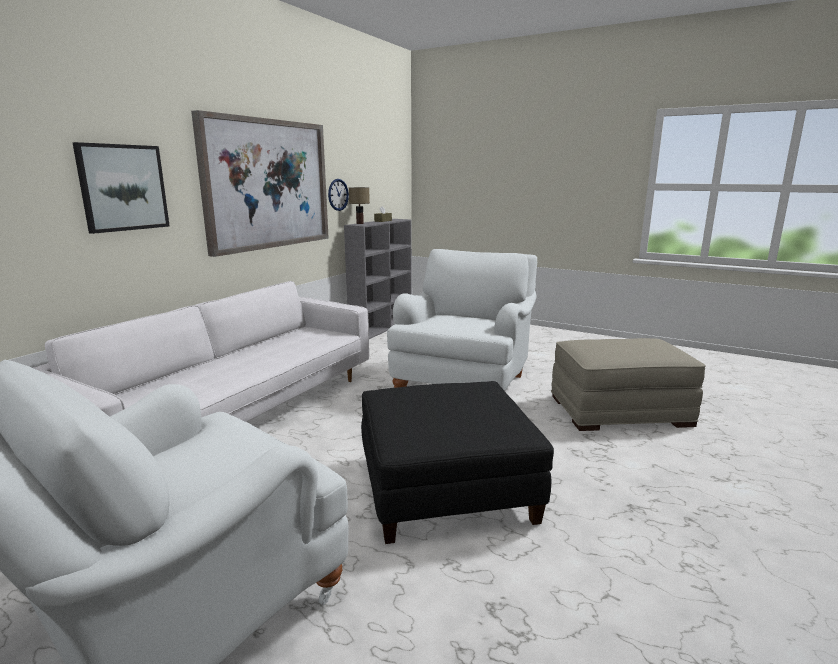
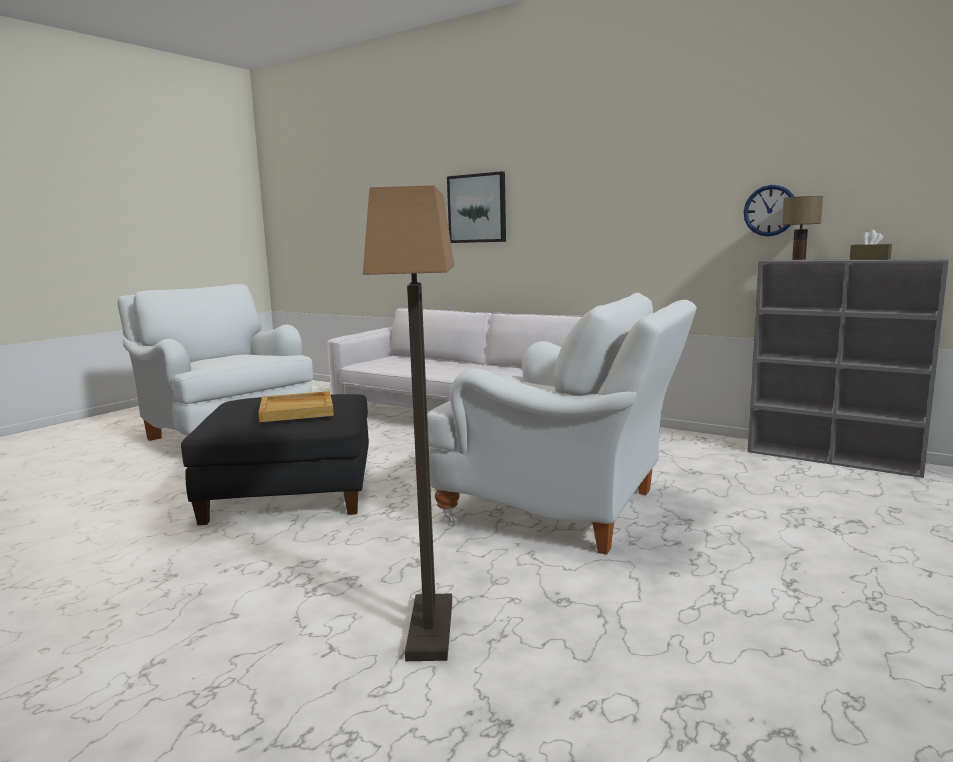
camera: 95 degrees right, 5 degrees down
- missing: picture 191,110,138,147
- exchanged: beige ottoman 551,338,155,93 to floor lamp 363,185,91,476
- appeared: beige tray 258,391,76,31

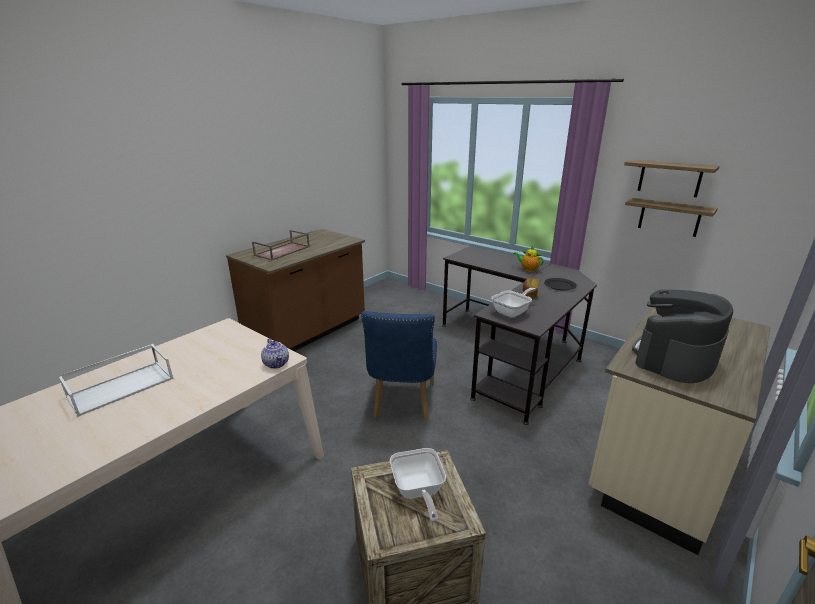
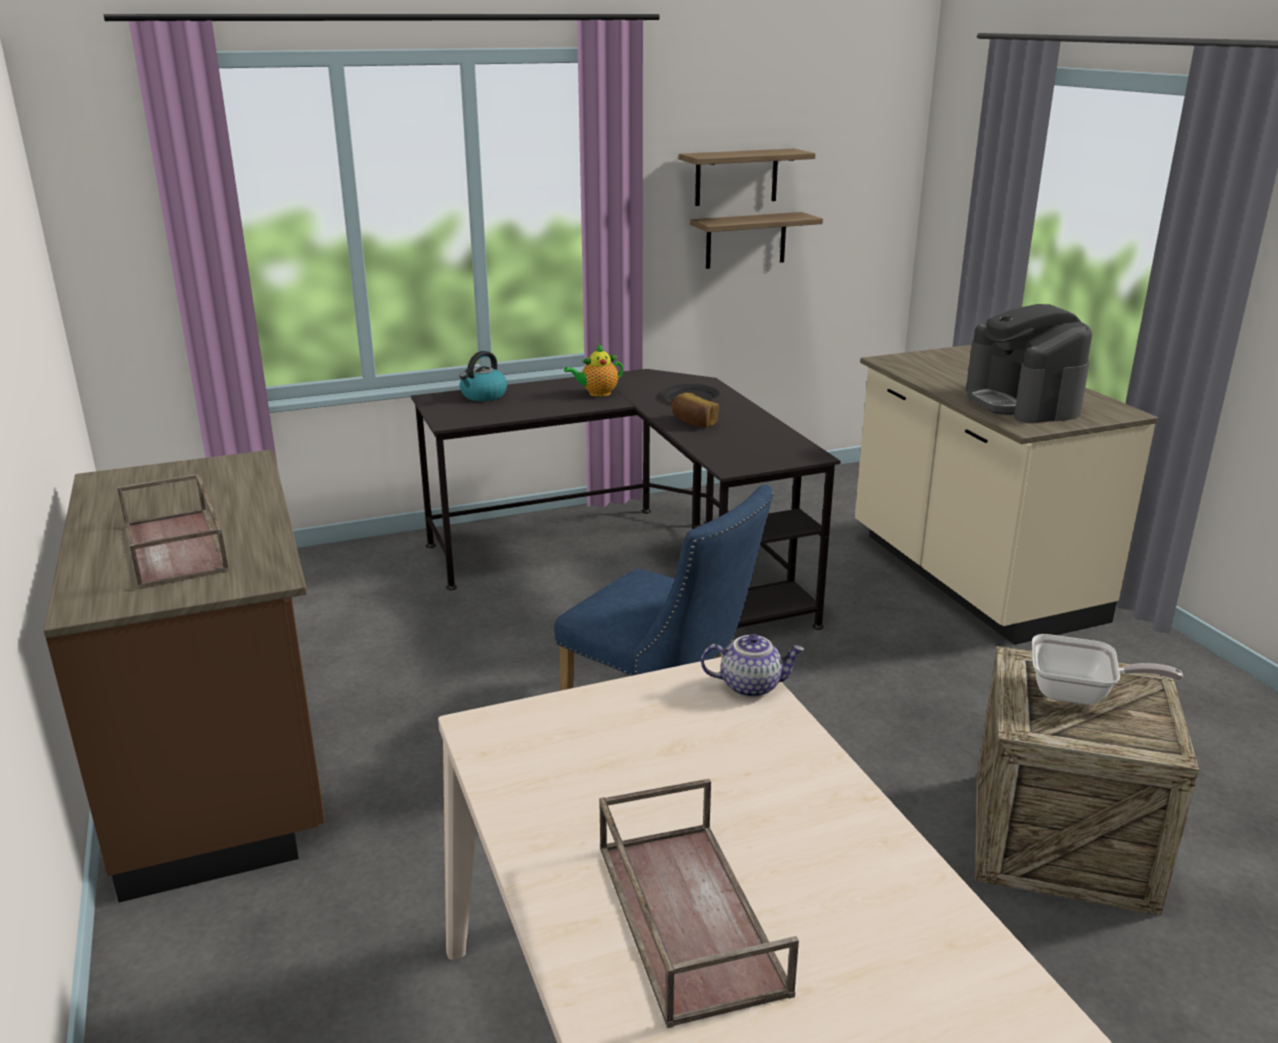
camera: 60 degrees left, 0 degrees up
- colour: white tray 58,344,116,73 to brown tray 599,779,200,249
- missing: frying pan 491,288,45,30
- appeared: kettle 459,351,48,50

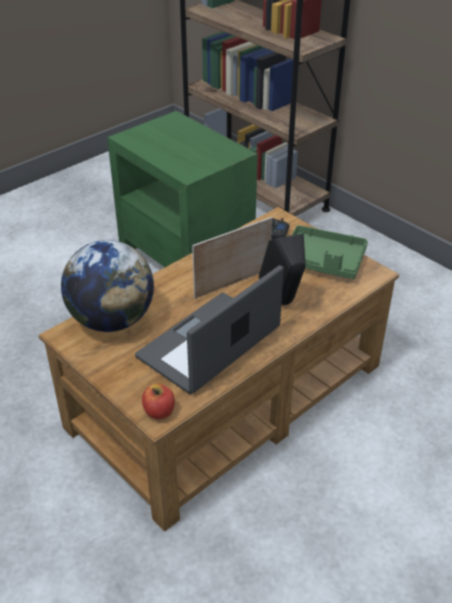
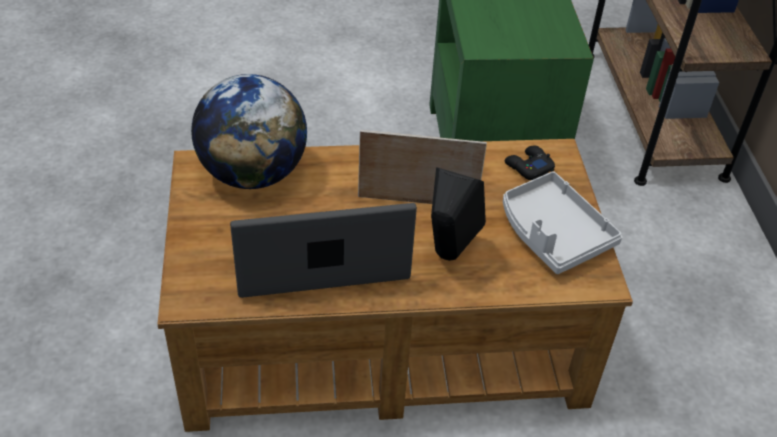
camera: 35 degrees right, 5 degrees up
- missing: apple 142,384,33,35
- colour: green tray 292,225,76,54 to grey tray 503,171,119,103

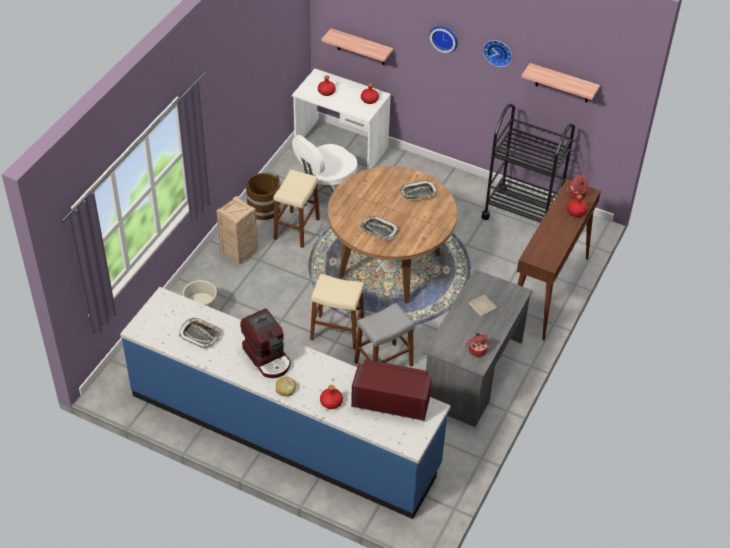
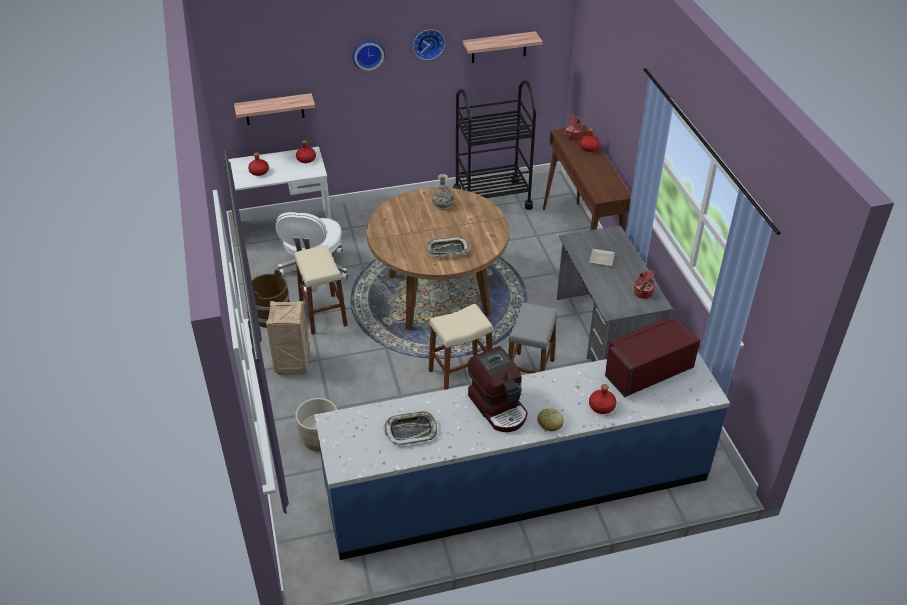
camera: 40 degrees left, 5 degrees down
- spun: coffee machine 240,308,51,70 = 468,346,60,86 45 degrees clockwise
- exchanged: tray 400,180,38,21 to vase 432,174,22,36

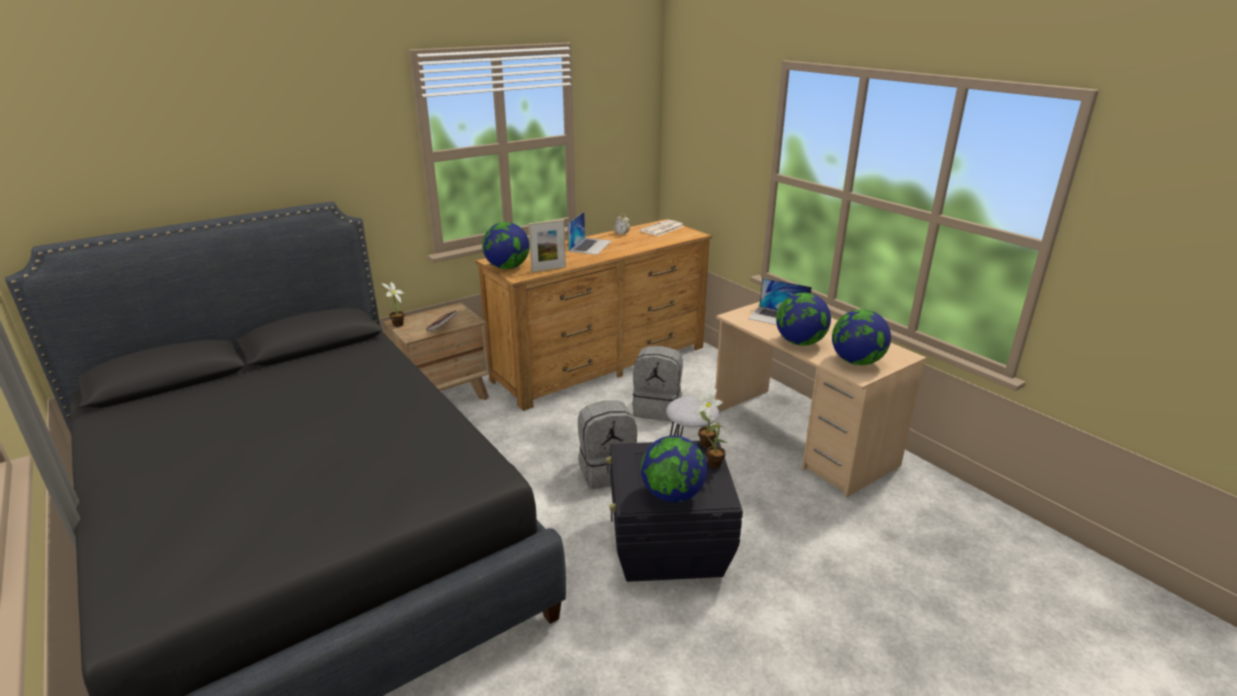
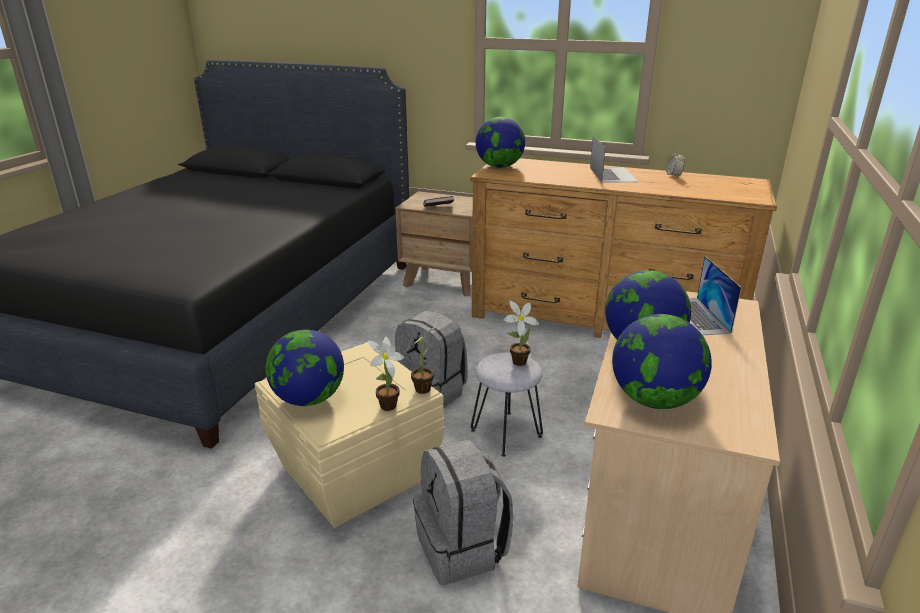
camera: 55 degrees right, 0 degrees up
- relocated: potted plant 382,282,23,45 to 503,301,36,65
- missing: picture frame 528,219,38,54
- spun: laptop 568,212,44,43 = 590,135,48,48 75 degrees counterclockwise
- colour: black storage box 606,440,137,142 to beige storage box 255,342,189,186
- relocated: grey backpack 632,346,51,75 to 413,440,101,145
- missing: newspaper 640,220,44,16

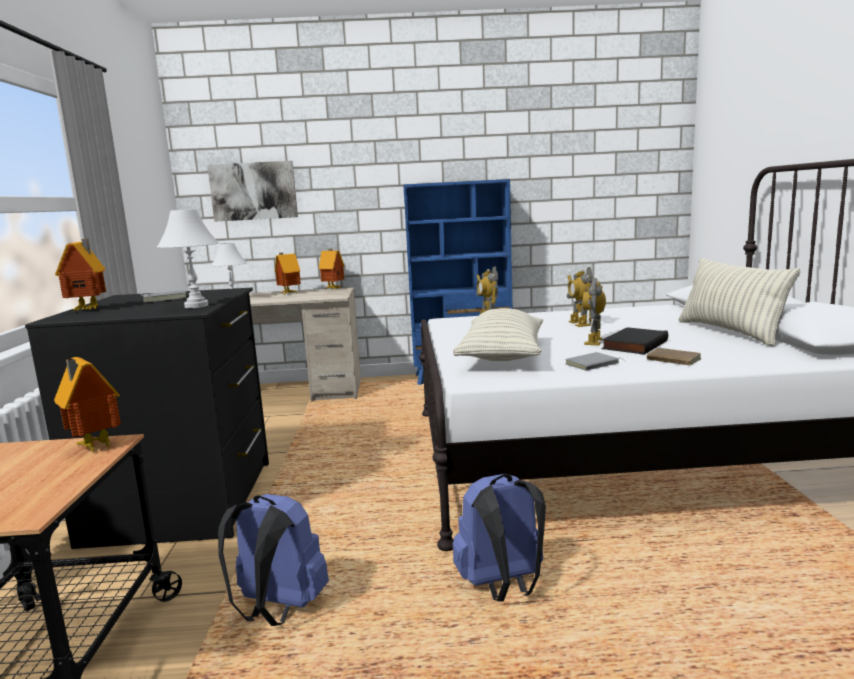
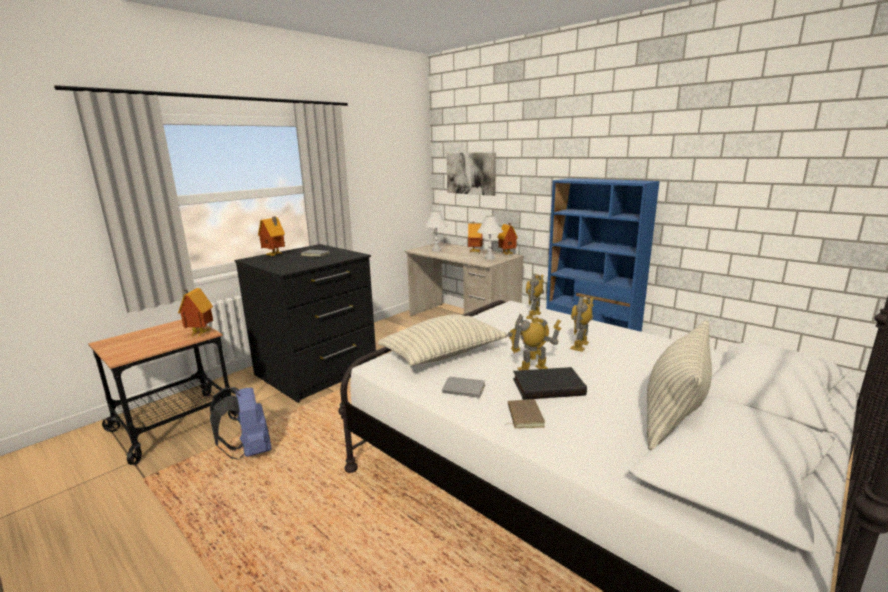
camera: 45 degrees right, 5 degrees up
- relocated: white table lamp 157,209,62,99 to 477,216,26,44
- missing: blue backpack 453,474,93,128

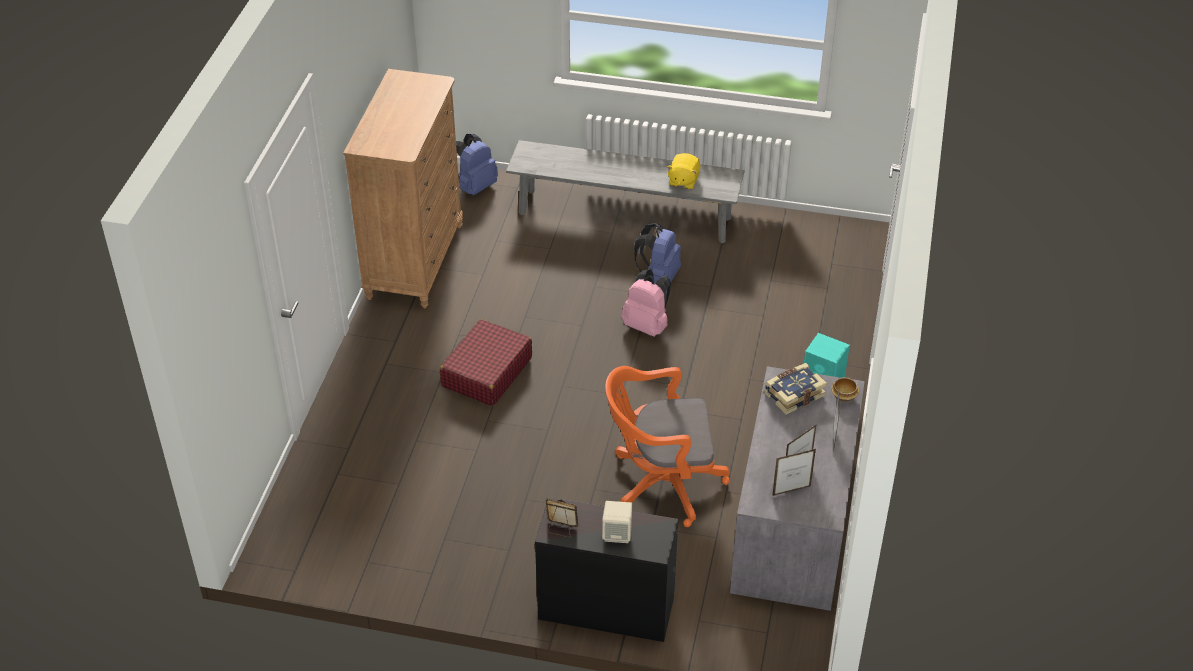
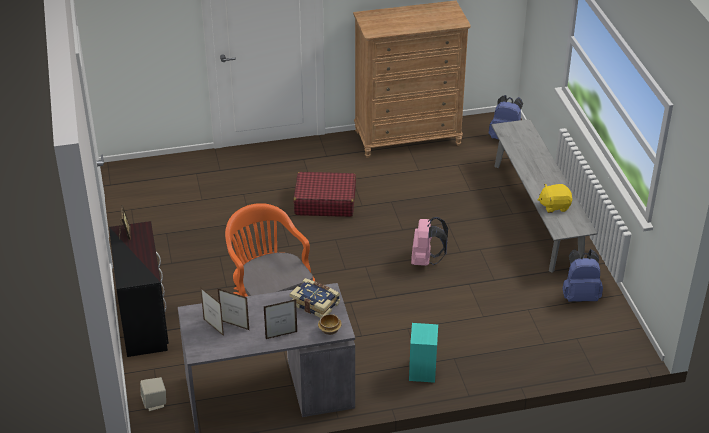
camera: 65 degrees right, 5 degrees down
- relocated: beige speaker 602,501,30,42 to 140,377,26,34
- relocated: blue backpack 634,223,47,61 to 562,249,41,53

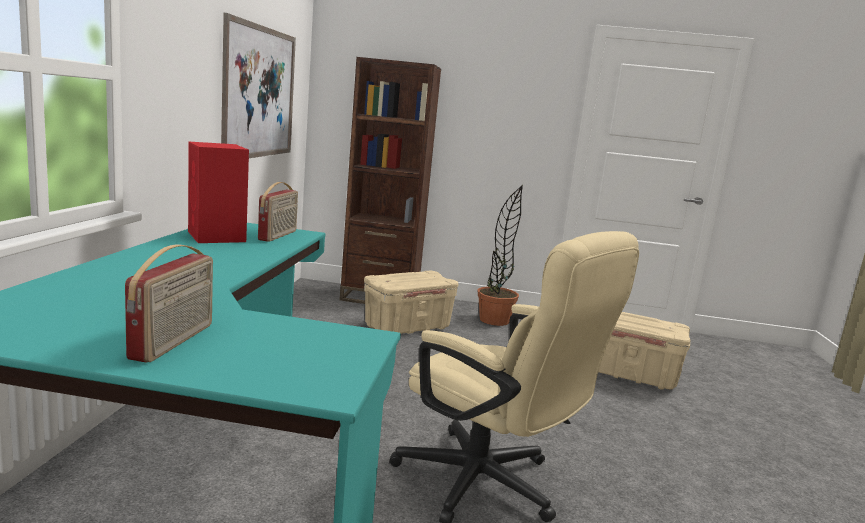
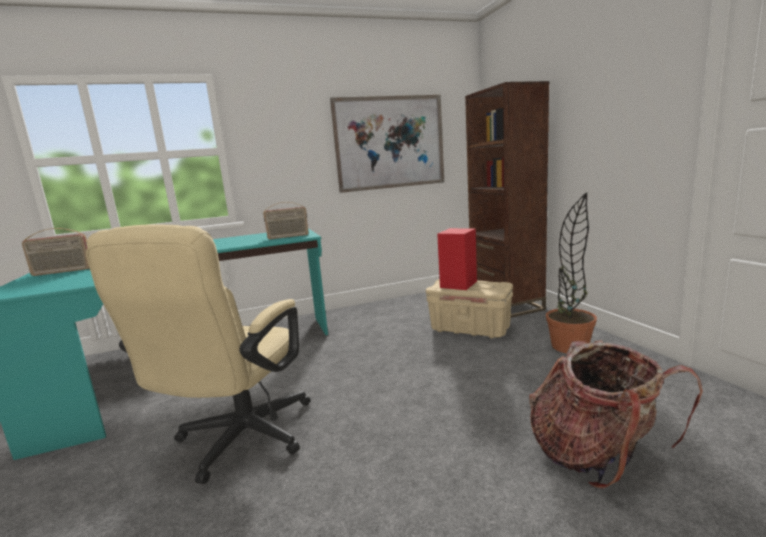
camera: 65 degrees right, 0 degrees up
- relocated: red speaker 188,142,61,101 to 437,228,40,62
- exchanged: beige storage box 598,312,92,78 to backpack 529,340,174,149

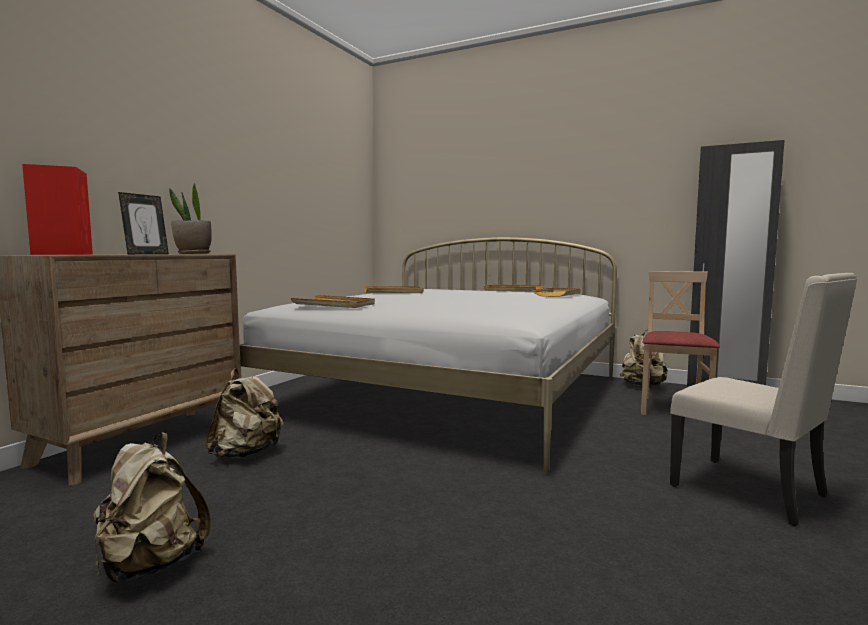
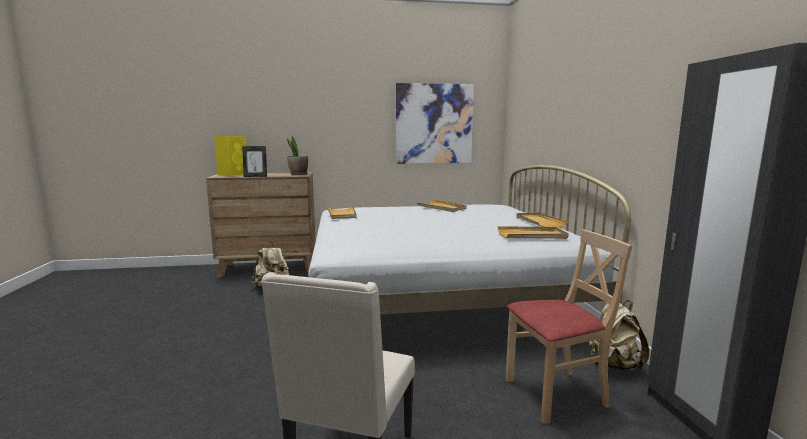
camera: 55 degrees right, 5 degrees up
- colour: red speaker 22,164,71,91 to yellow speaker 214,136,32,40
- missing: beige backpack 93,432,118,151
- appeared: picture 396,83,78,81

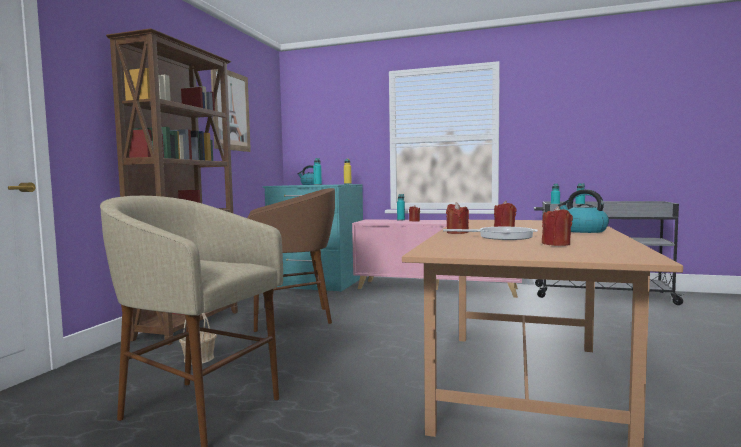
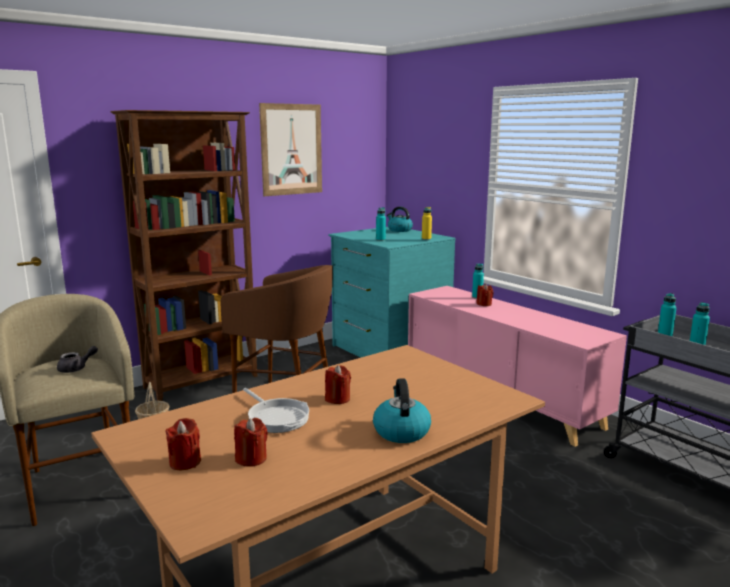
camera: 35 degrees right, 10 degrees up
- relocated: red candle 446,202,23,32 to 166,418,35,52
- appeared: grey teapot 57,346,41,27

